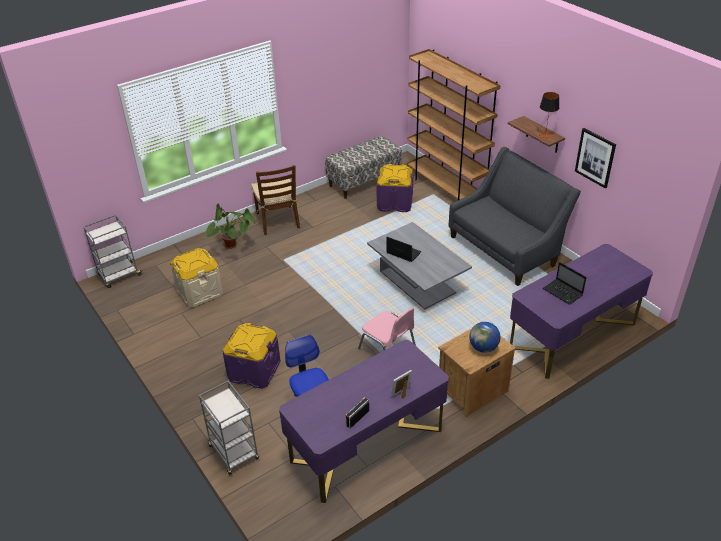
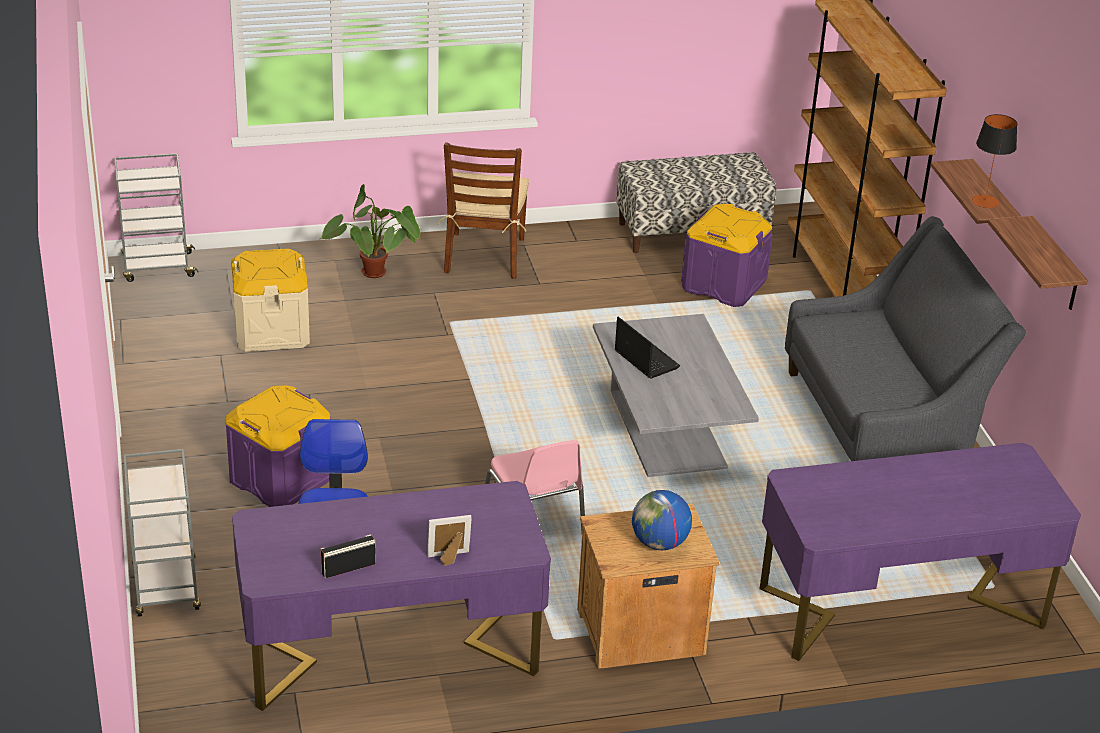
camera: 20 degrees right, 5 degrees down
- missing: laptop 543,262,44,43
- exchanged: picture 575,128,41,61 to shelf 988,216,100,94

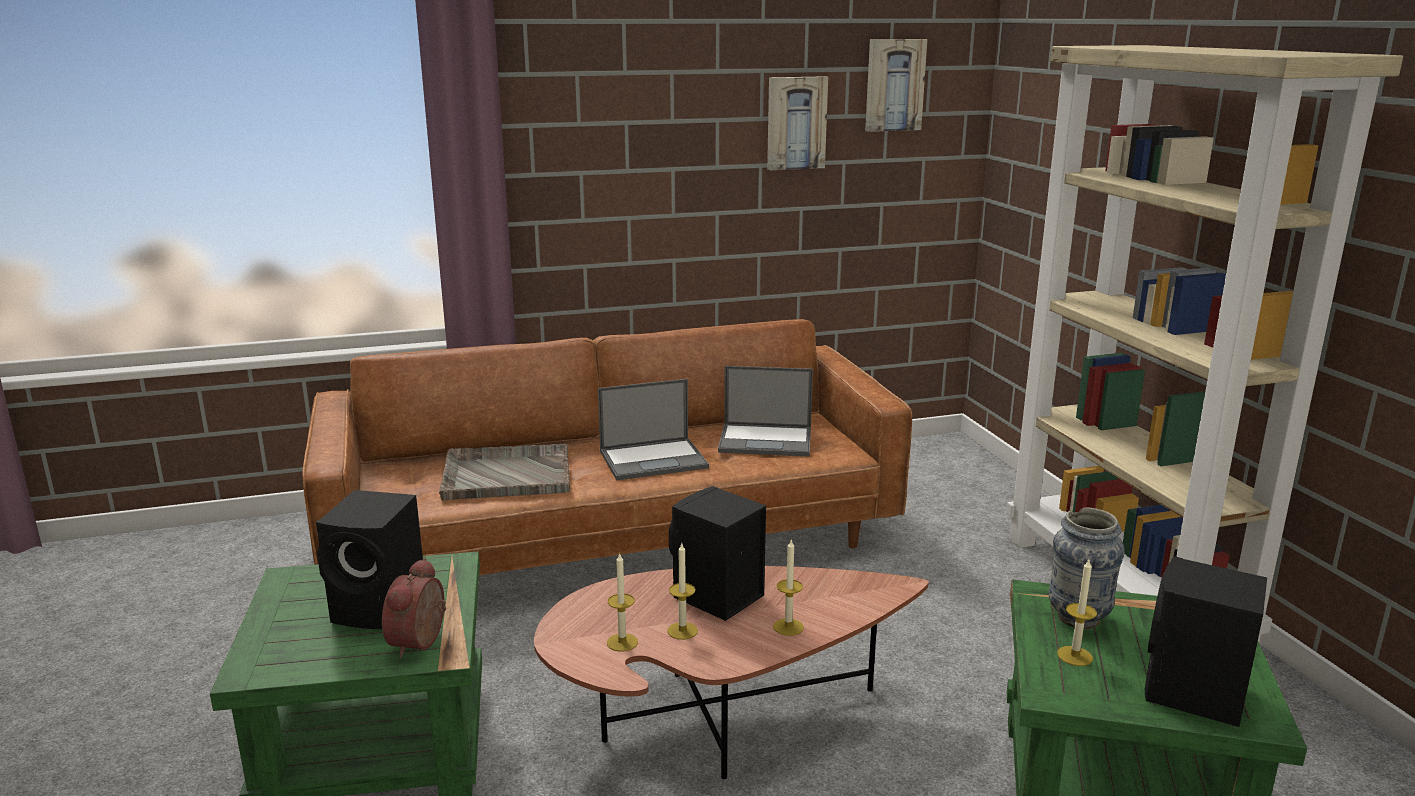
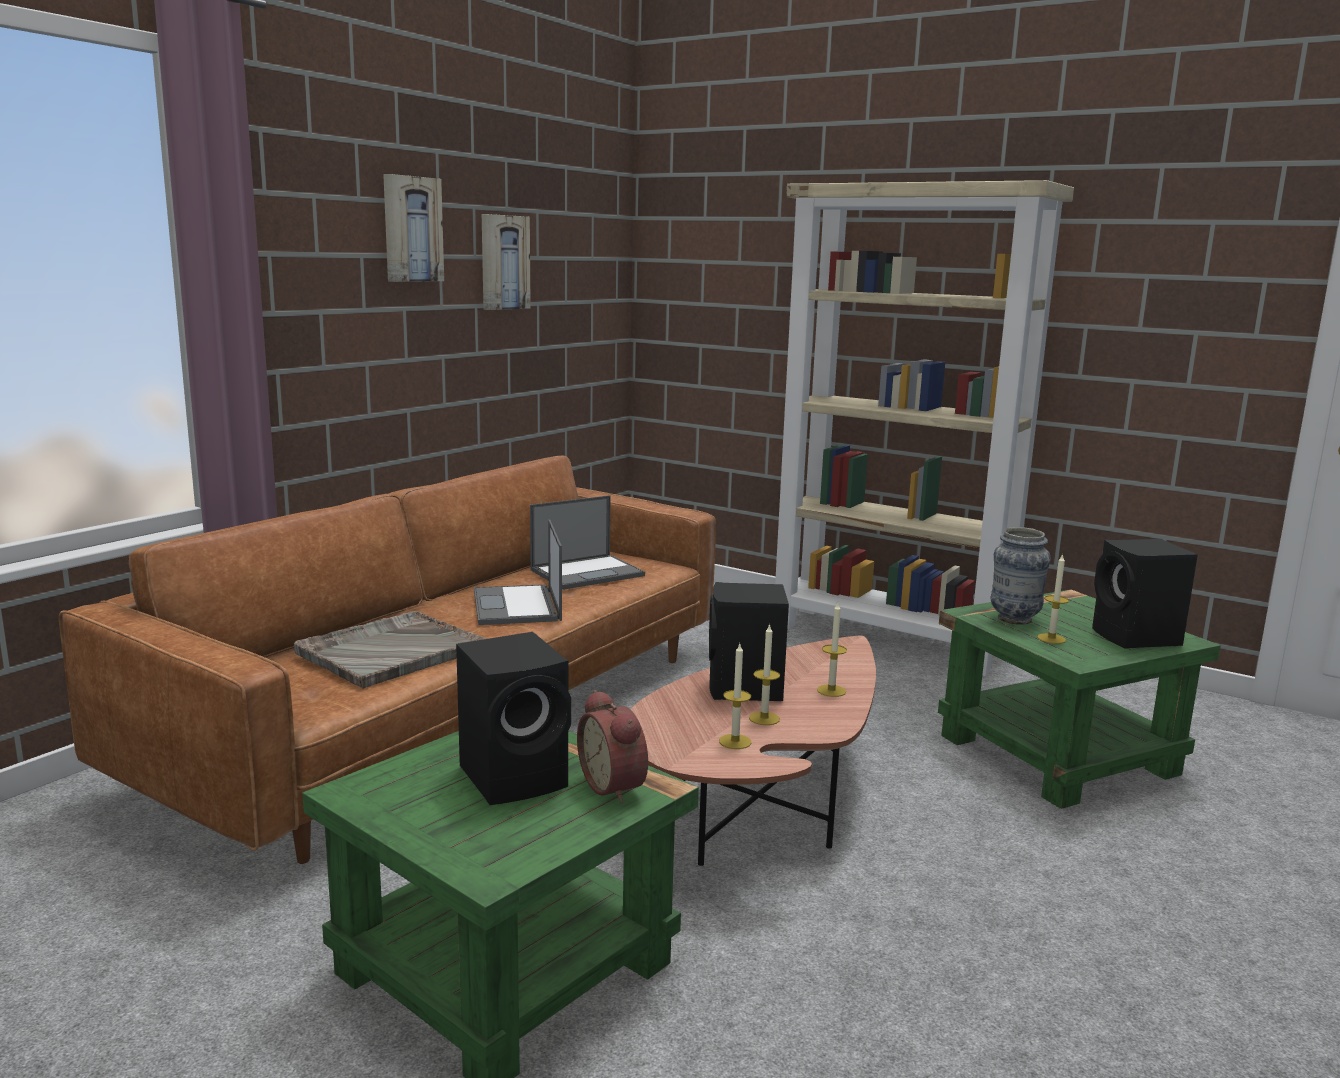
camera: 40 degrees left, 5 degrees down
- spun: laptop 598,379,111,101 = 474,520,88,105 135 degrees clockwise
- relocated: picture 865,39,63,93 to 383,174,61,108

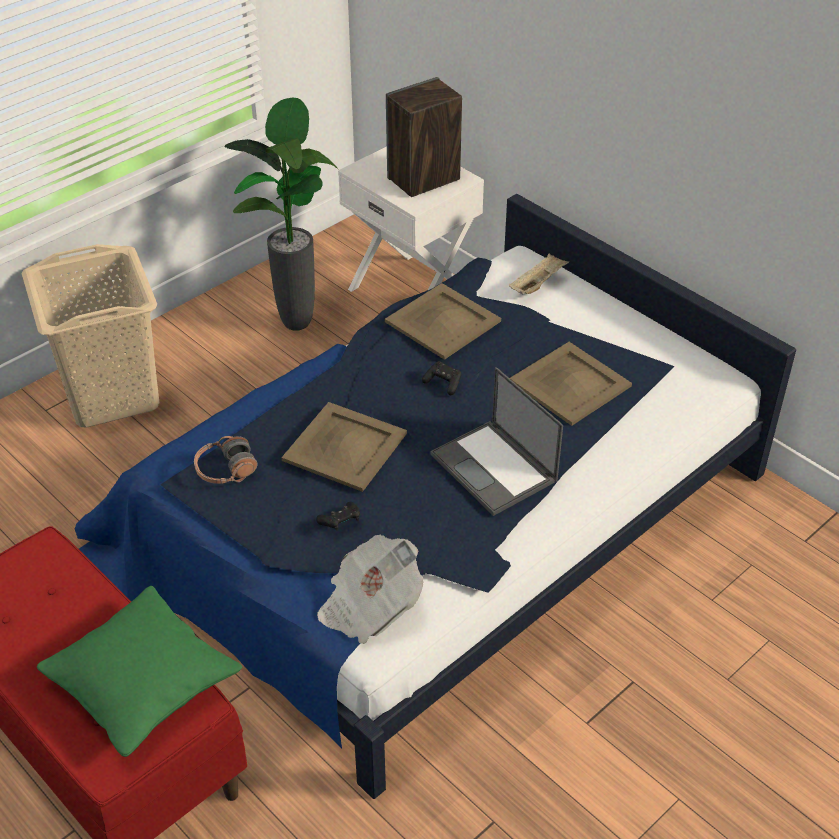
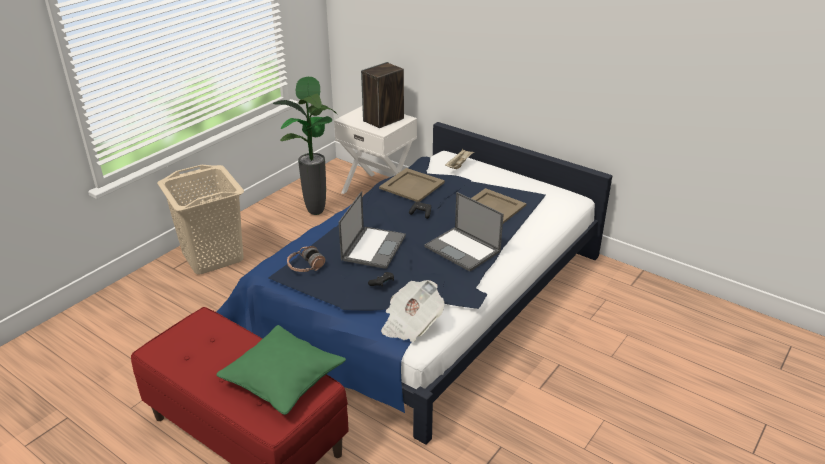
camera: 10 degrees left, 10 degrees down
- exchanged: beige tray 281,402,126,90 to laptop 339,191,67,78

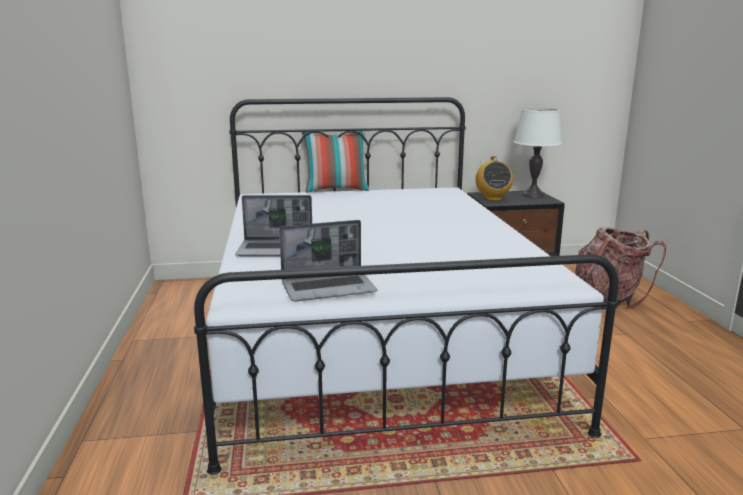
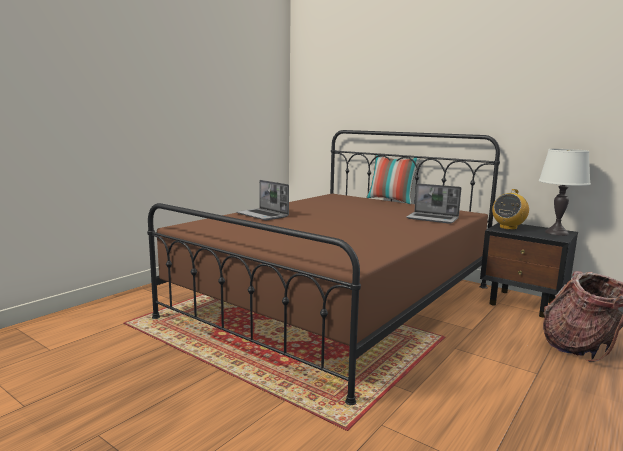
camera: 45 degrees right, 5 degrees down
- colour: white bed 194,97,425,378 to brown bed 147,130,353,275
- relocated: laptop 279,220,98,81 to 406,183,55,41

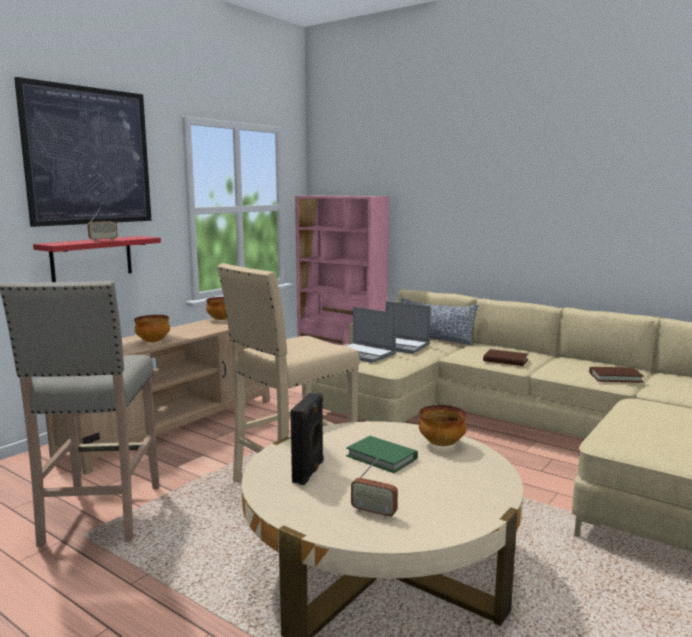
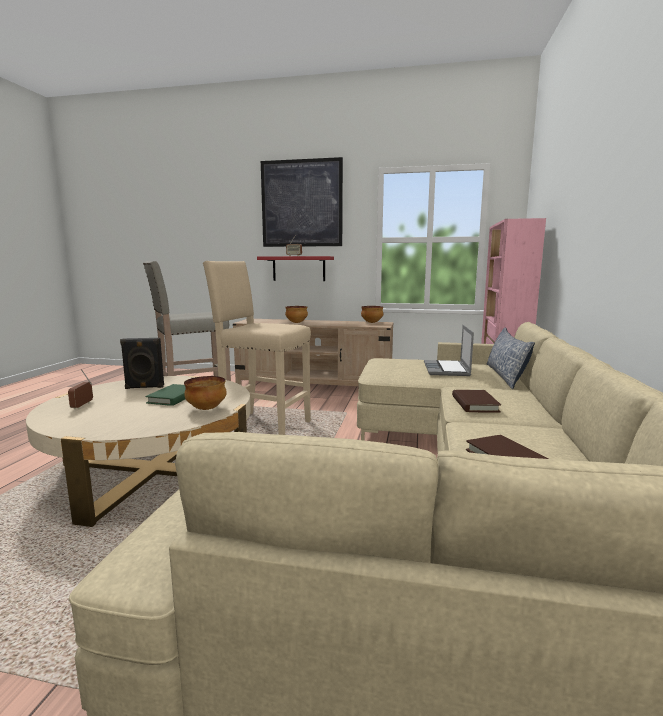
camera: 65 degrees right, 0 degrees up
- missing: laptop 346,307,50,56

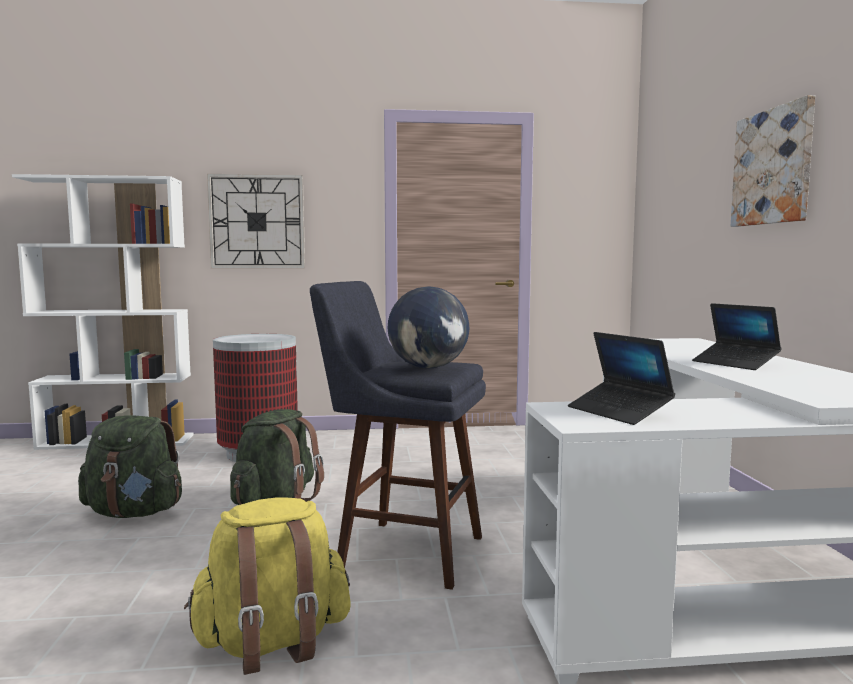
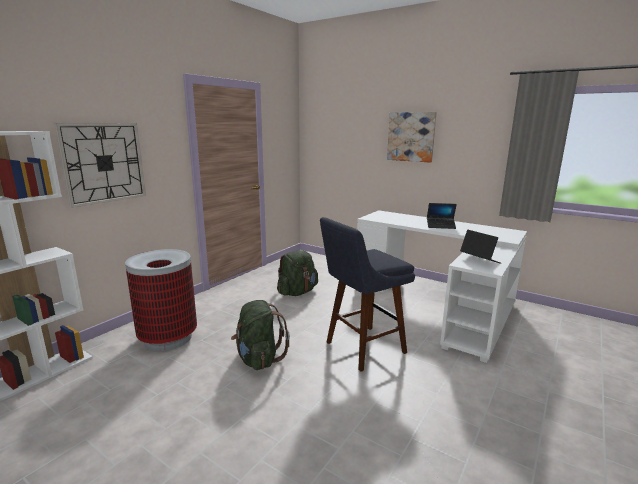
camera: 50 degrees left, 10 degrees up
- relocated: green backpack 78,415,104,103 to 277,250,41,46
- missing: yellow backpack 184,497,167,178
- missing: globe 388,286,81,82
- spun: laptop 568,332,107,93 = 460,230,41,33 135 degrees counterclockwise

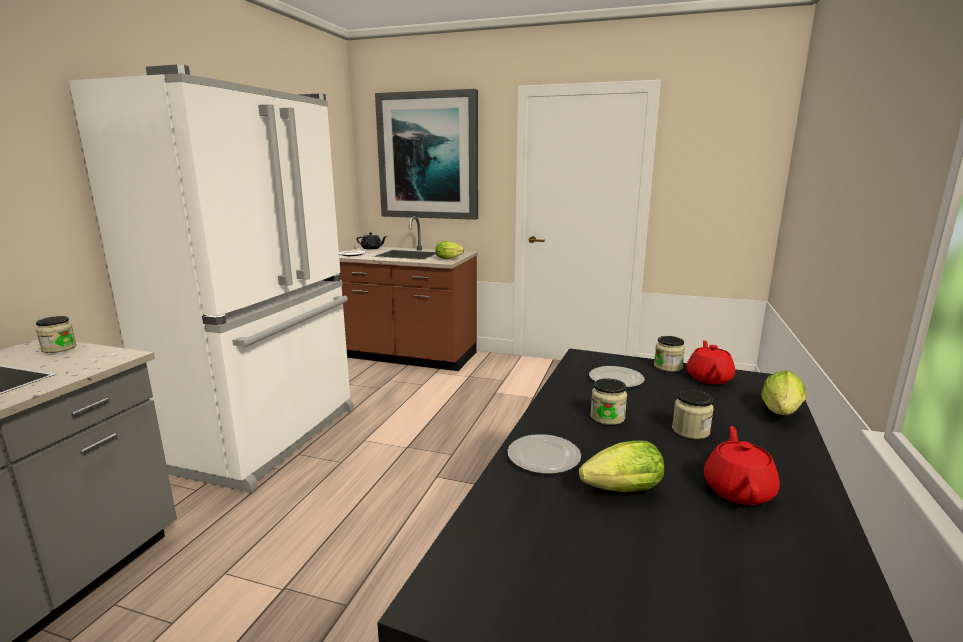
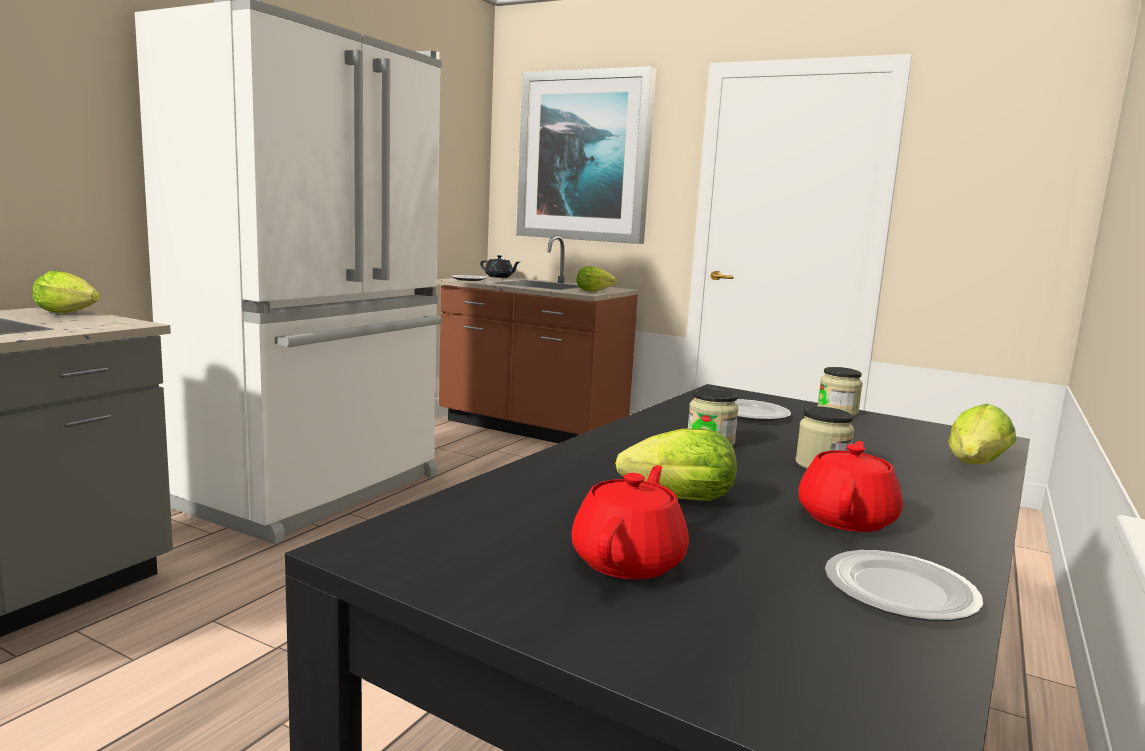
camera: 10 degrees right, 5 degrees down
- exchanged: jar 36,316,41,37 to lettuce 33,271,67,42
- relocated: plate 508,434,73,40 to 825,550,158,71
- relocated: red teapot 687,340,48,44 to 572,465,117,115

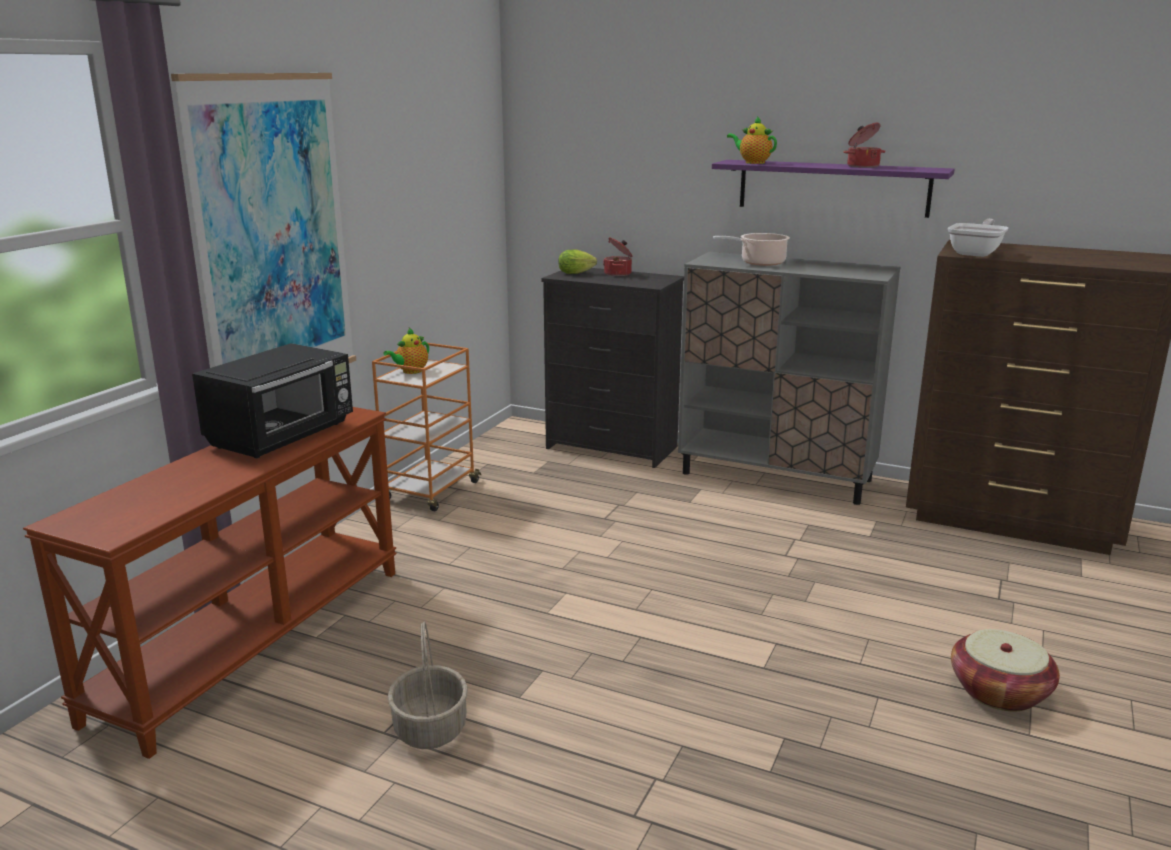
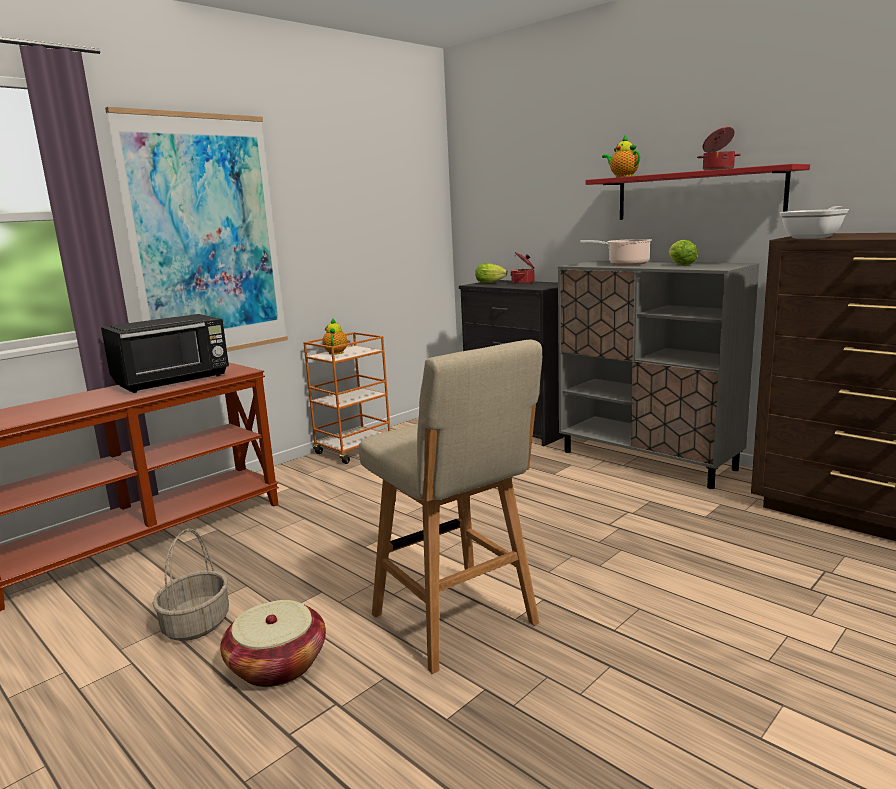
camera: 20 degrees right, 5 degrees down
- spun: teapot 383,328,46,46 = 323,319,24,36 120 degrees clockwise
- colour: purple shelf 712,160,243,58 to red shelf 586,164,224,56
- relocated: basket 951,629,109,82 to 220,600,106,87
- appeared: beige stool 358,340,184,334
- appeared: lettuce 669,240,28,26

